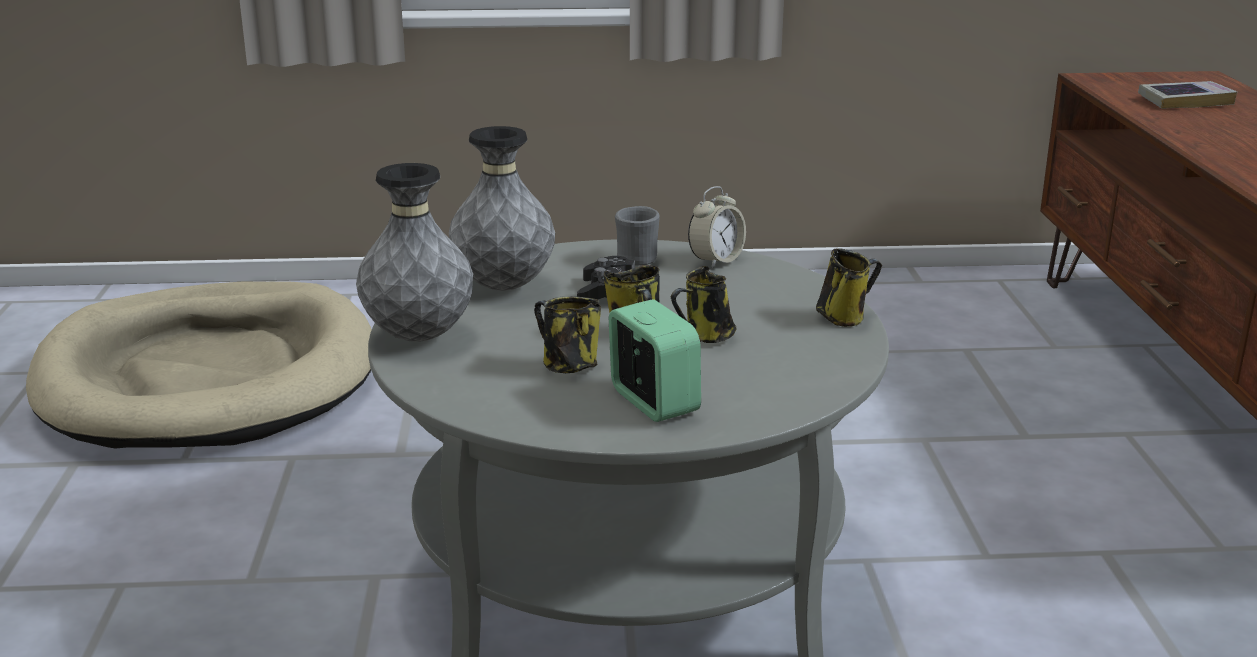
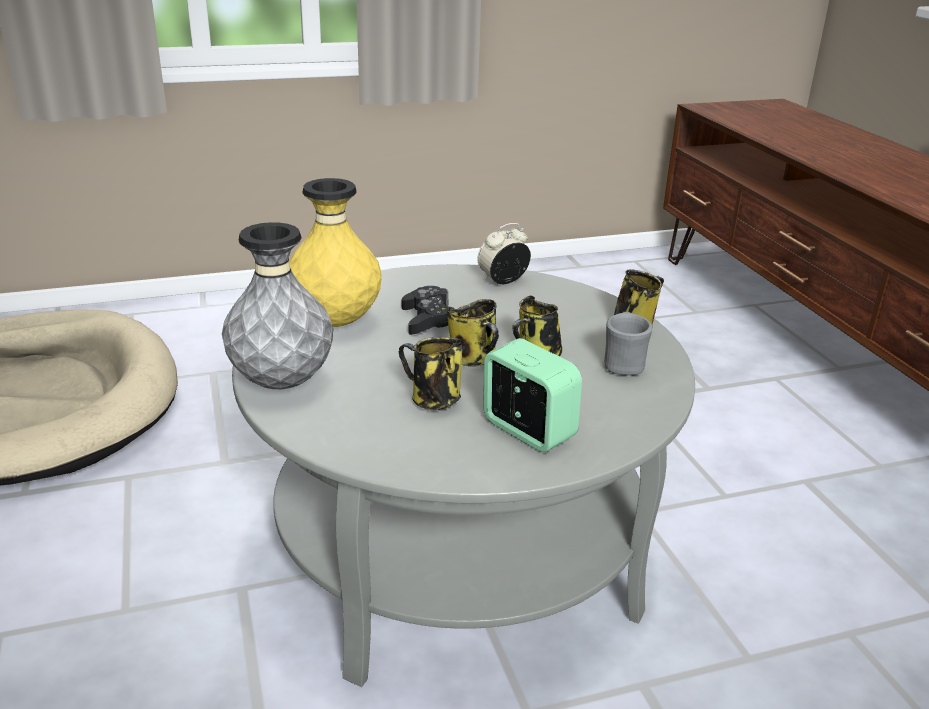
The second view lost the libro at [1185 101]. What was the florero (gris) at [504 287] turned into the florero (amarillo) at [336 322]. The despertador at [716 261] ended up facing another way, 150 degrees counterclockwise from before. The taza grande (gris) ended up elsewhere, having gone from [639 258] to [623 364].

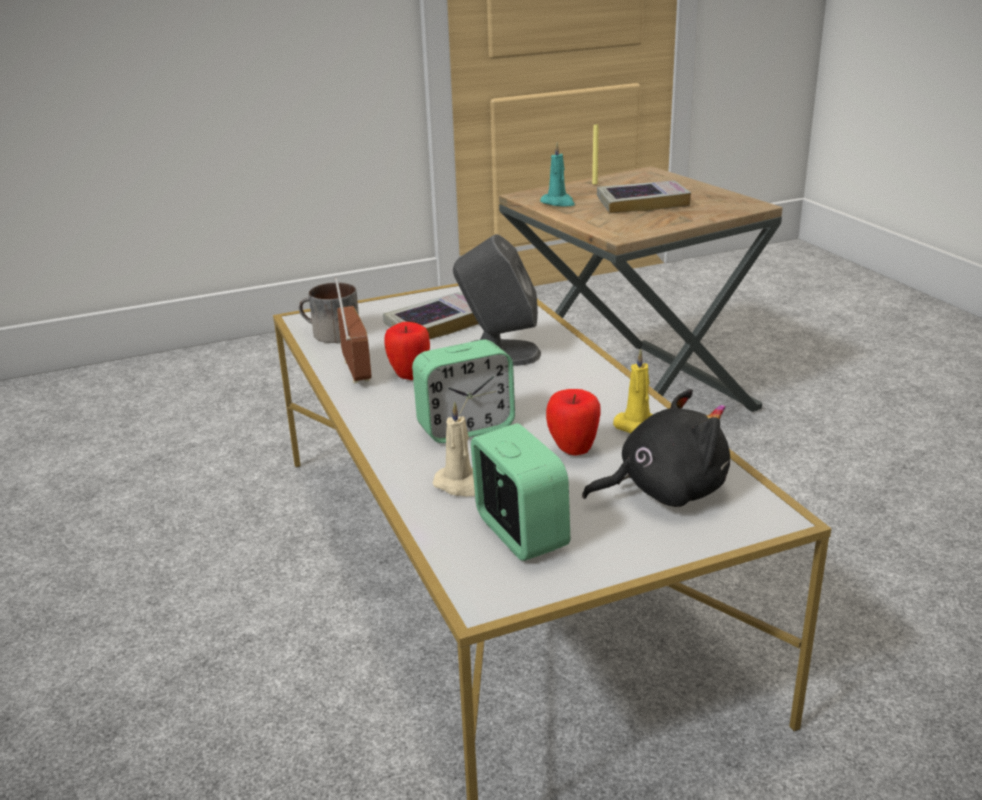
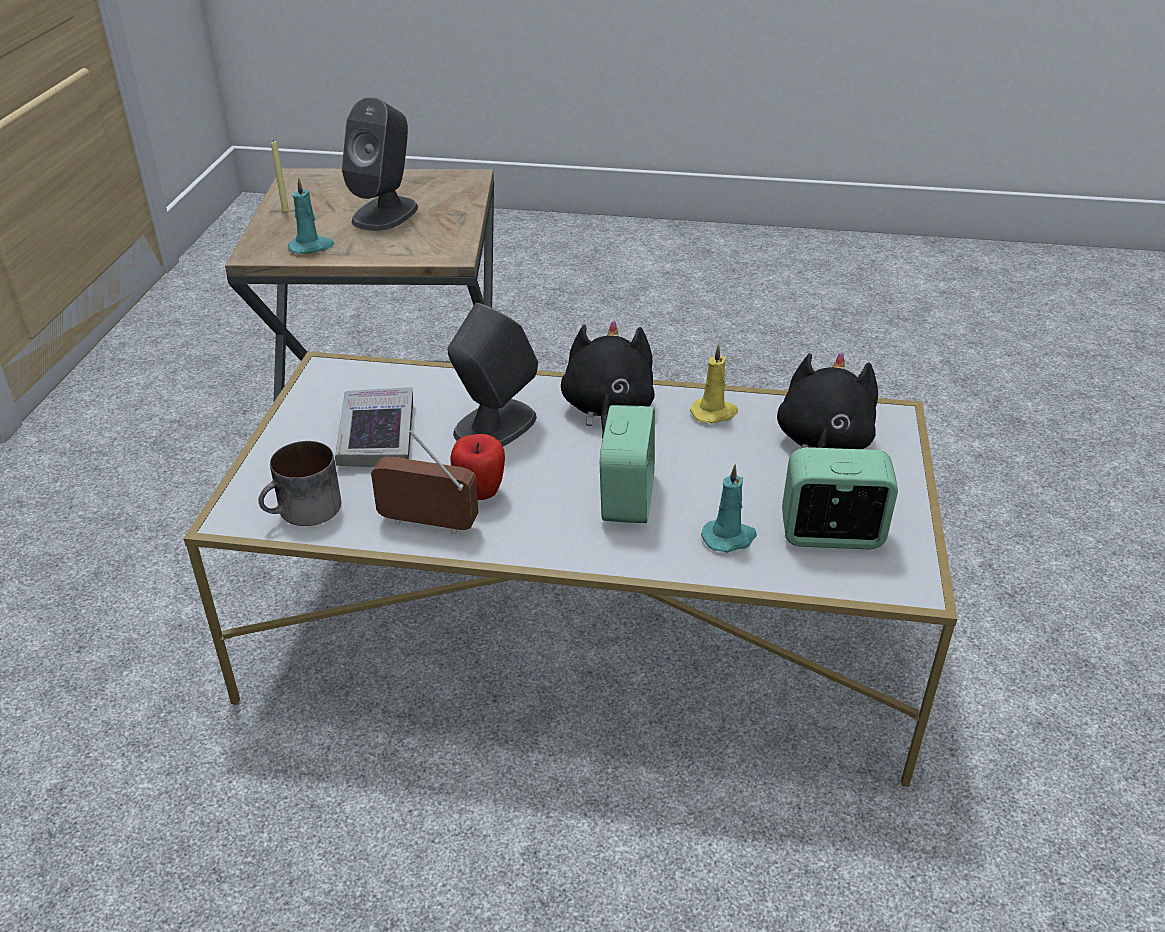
Where the libro stood at [642 203], the altavoz (gris) came to stand at [385 213]. The second view lost the manzana at [573 451]. What was the vela (beis) at [461 485] turned into the vela (turquesa) at [729 538]. The second view gained the peluche (negro) at [607 409].

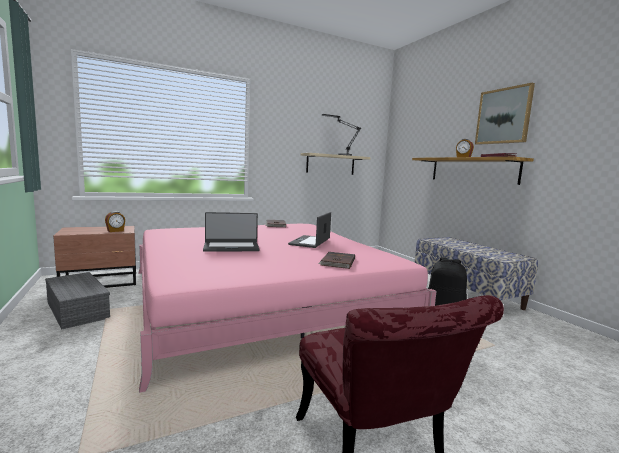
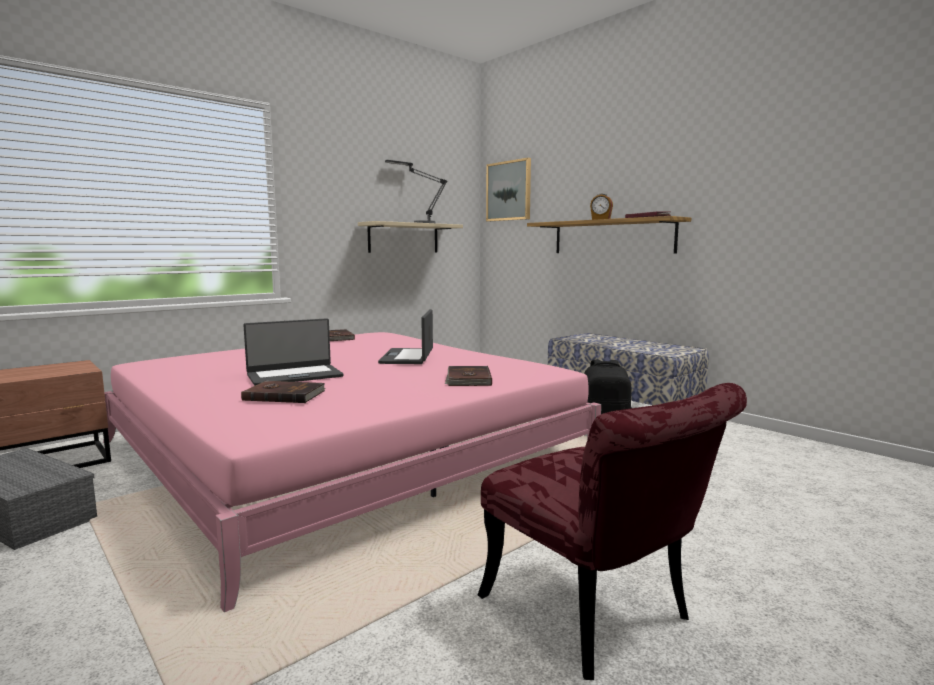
The cuadro ended up elsewhere, having gone from [503 116] to [509 191]. The second view lost the despertador at [115 231]. The second view gained the libro (marrón) at [284 395].

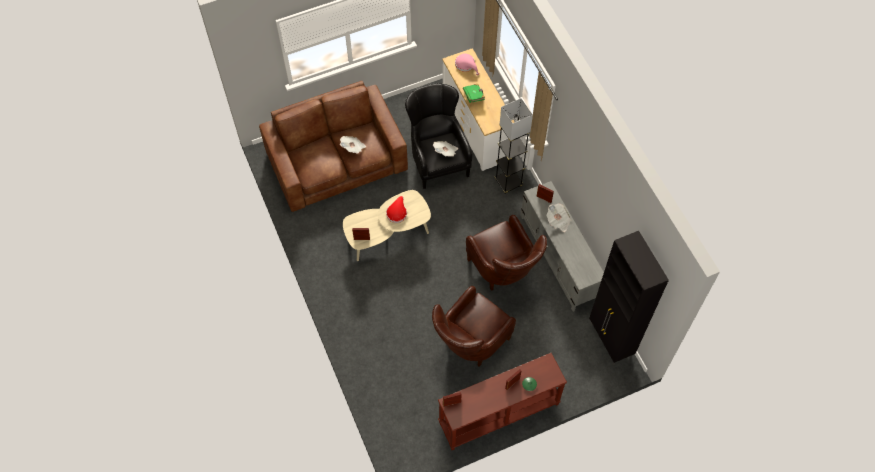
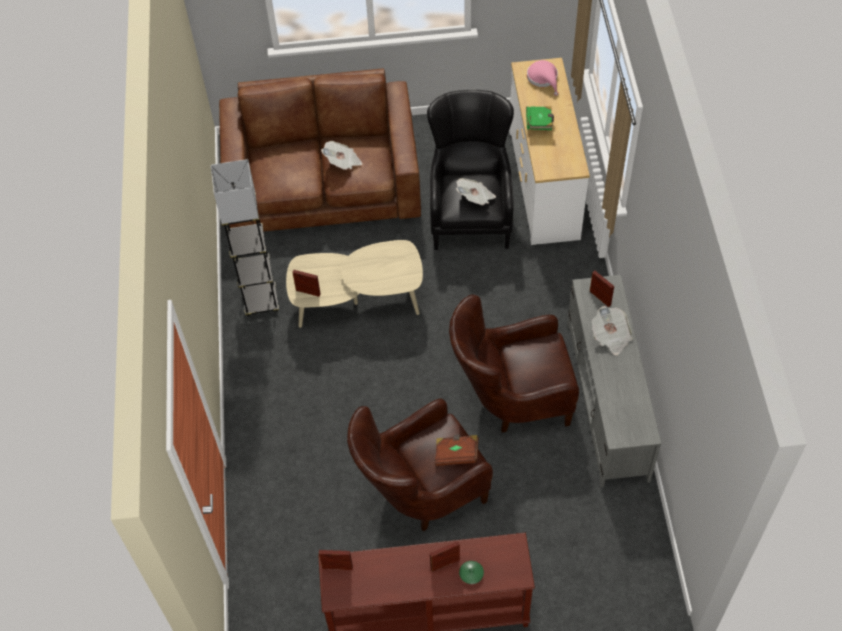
The lámpara de pie (gris) ended up elsewhere, having gone from [508 182] to [261 301]. The second view lost the sombrero (rojo) at [397 212]. The sillón (marrón) at [503 272] ended up facing another way, 90 degrees clockwise from before. The second view lost the armario (negro) at [610 341]. The second view gained the libro (marrón) at [456 454].

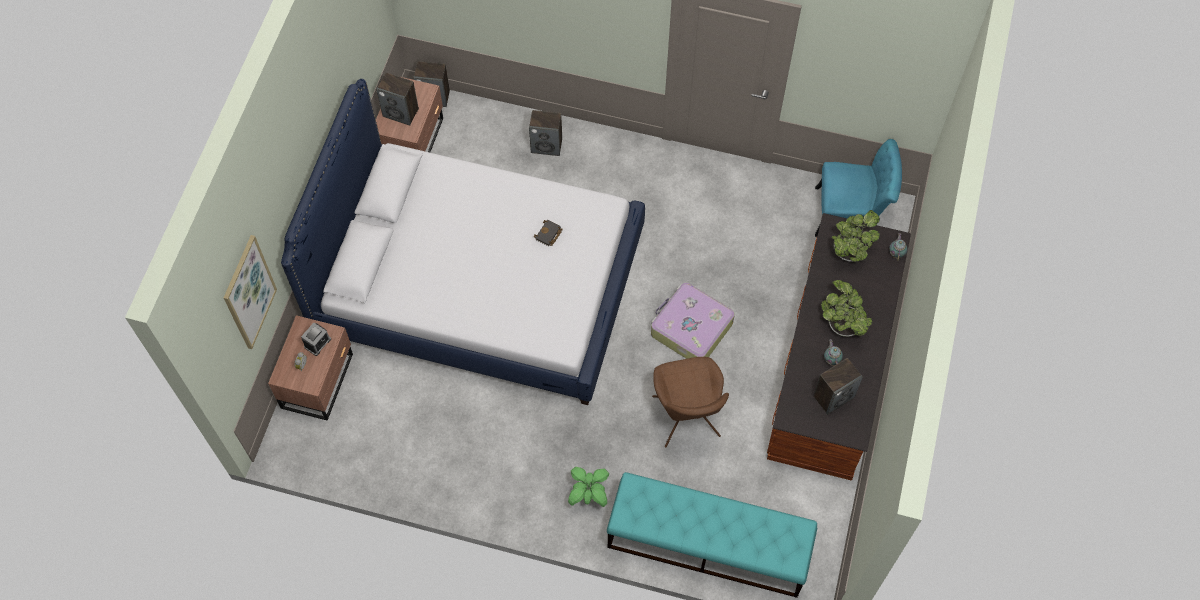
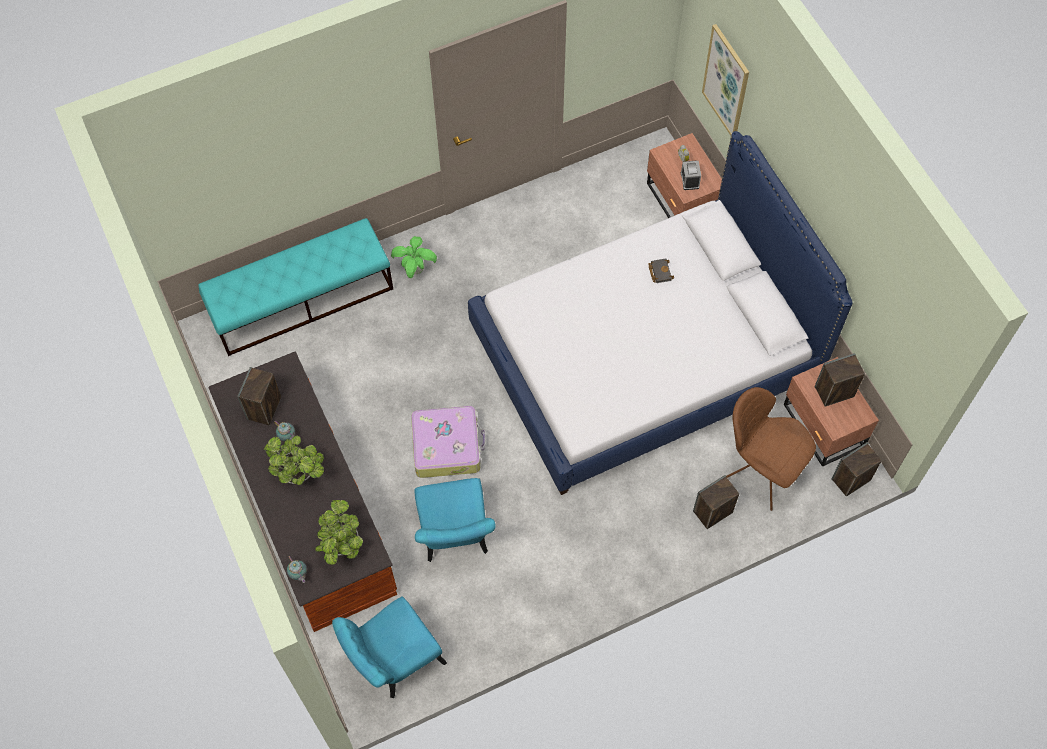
The libro (negro) ended up elsewhere, having gone from [548 235] to [659 271]. The silla (marrón) ended up elsewhere, having gone from [686 419] to [760 471]. The second view gained the silla (turquesa) at [455 537].

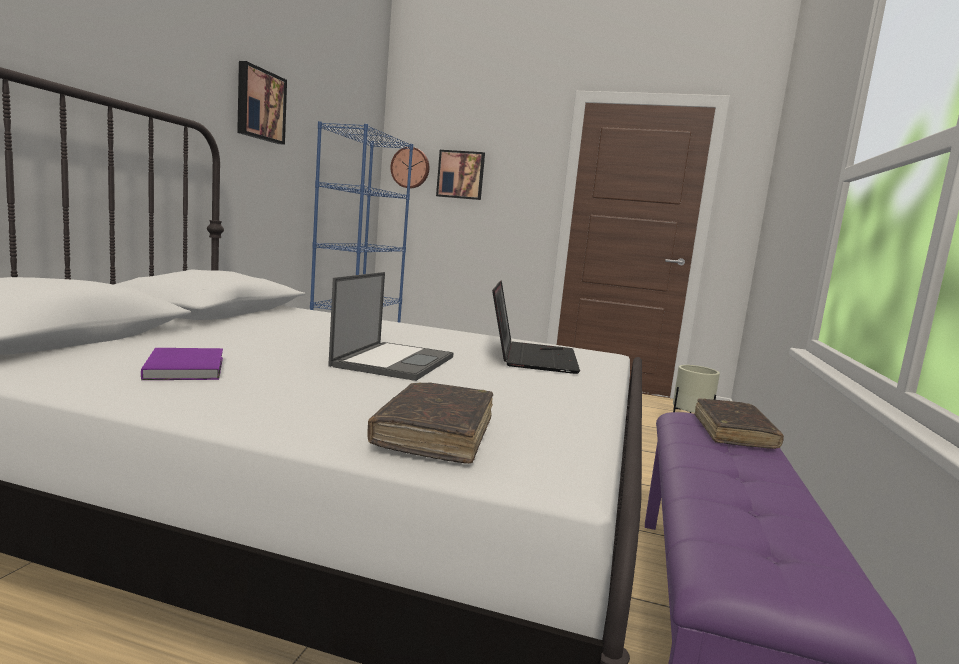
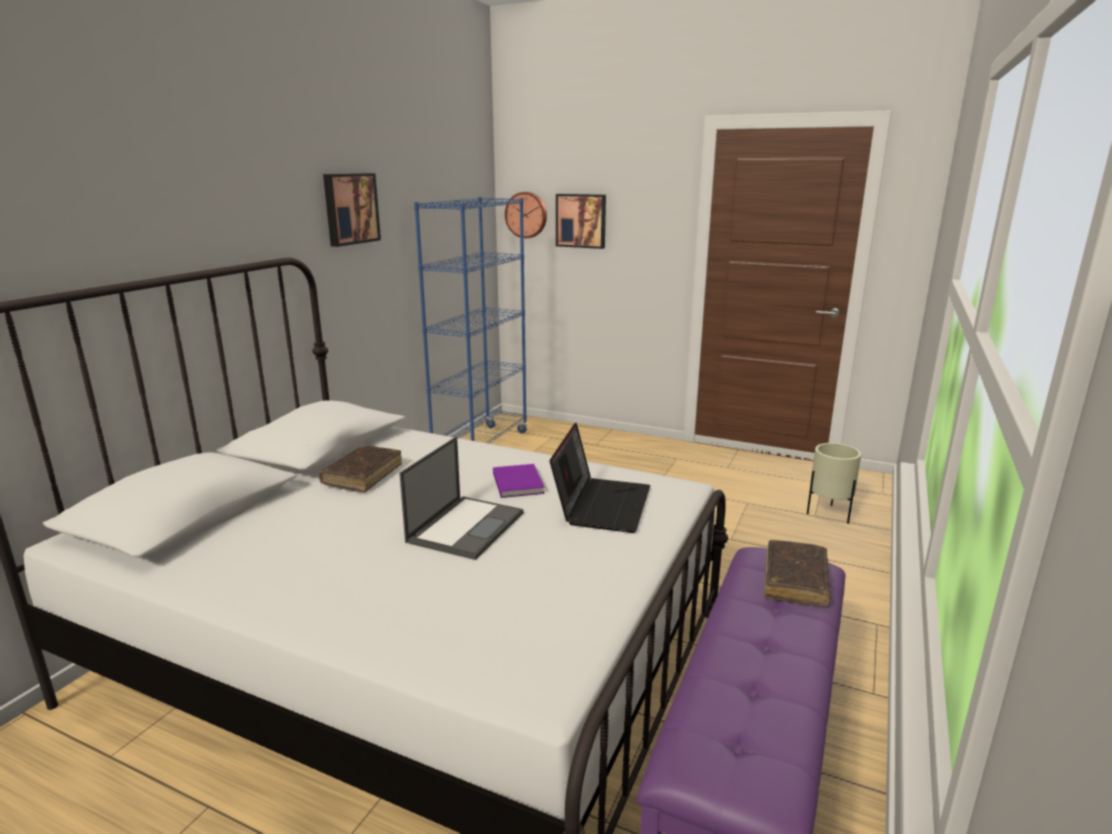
The libro (morado) ended up elsewhere, having gone from [187 367] to [518 482]. The libro (marrón) ended up elsewhere, having gone from [435 434] to [363 476].

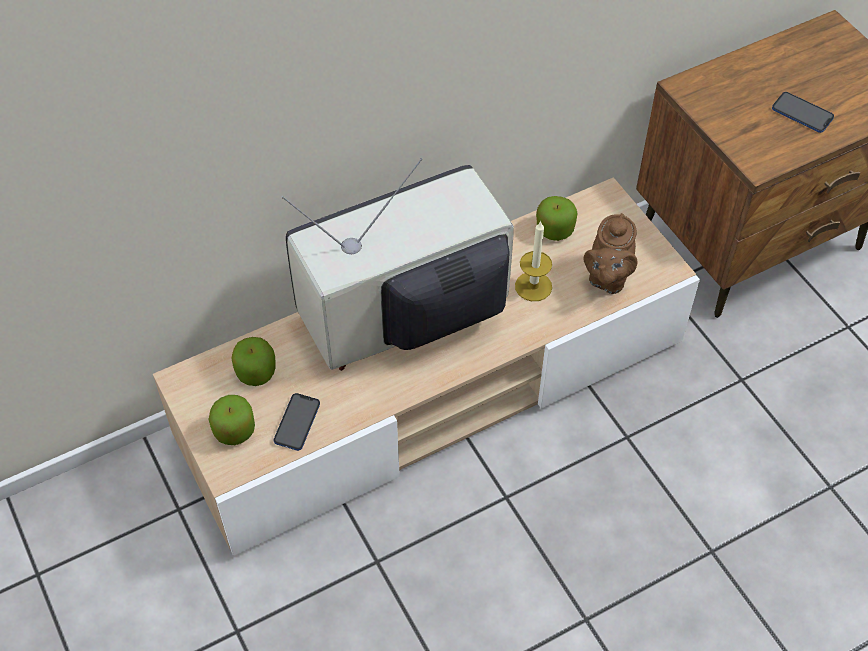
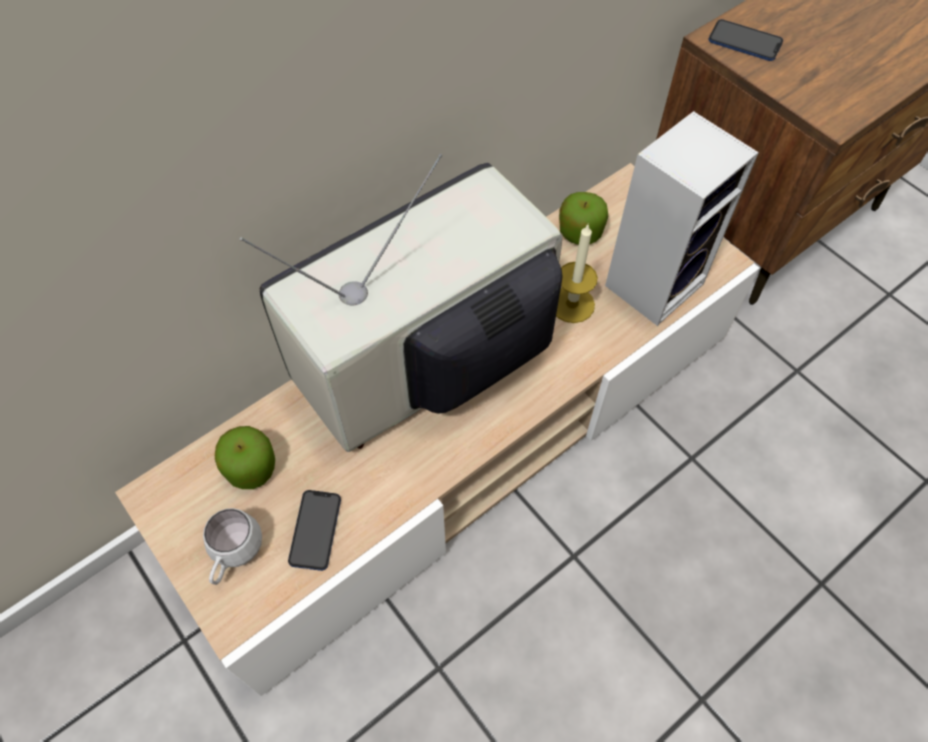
The móvil ended up elsewhere, having gone from [802 113] to [744 42]. Where the tetera (marrón) stood at [607 278], the altavoz came to stand at [655 281]. Where the manzana stood at [234 430], the taza grande (blanco) came to stand at [234 555].

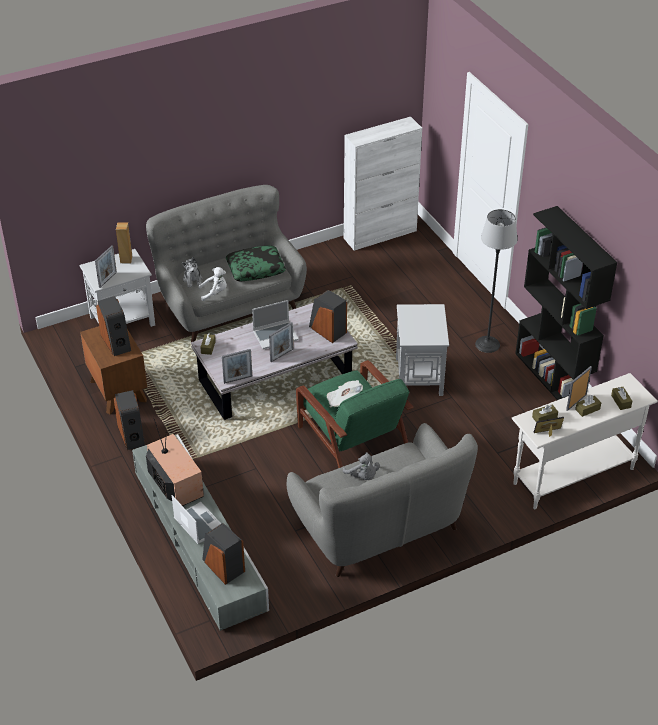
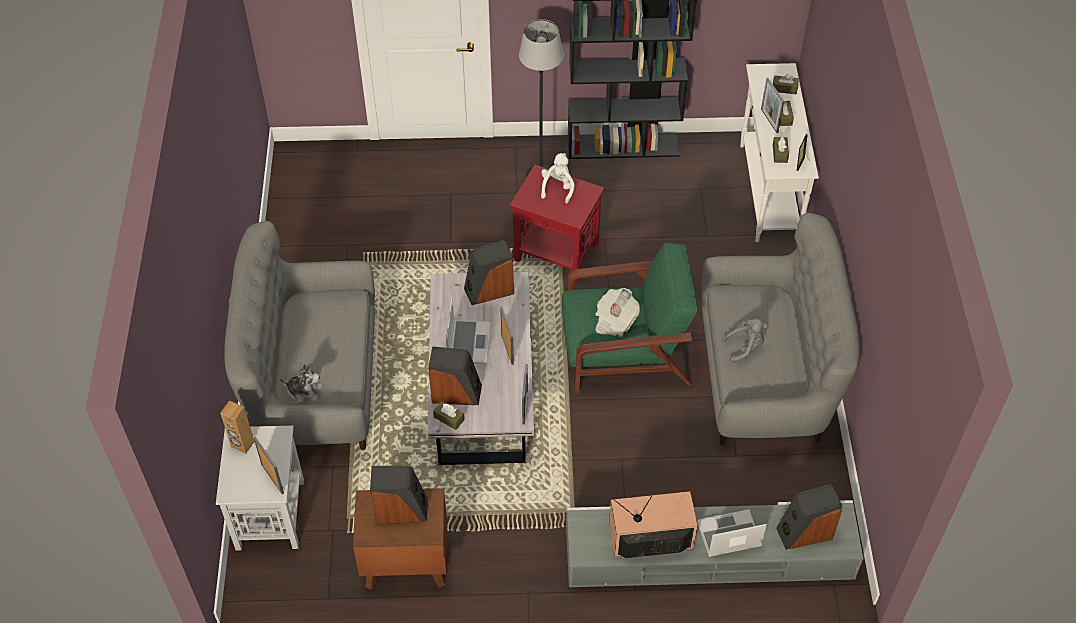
The second view lost the armario (blanco) at [380 234]. The second view lost the cojín at [255 268]. The peluche (blanco) ended up elsewhere, having gone from [215 292] to [558 188]. What was the mesa auxiliar (blanco) at [419 377] turned into the mesa auxiliar (rojo) at [557 253]. The altavoz ended up elsewhere, having gone from [132 435] to [456 392].

